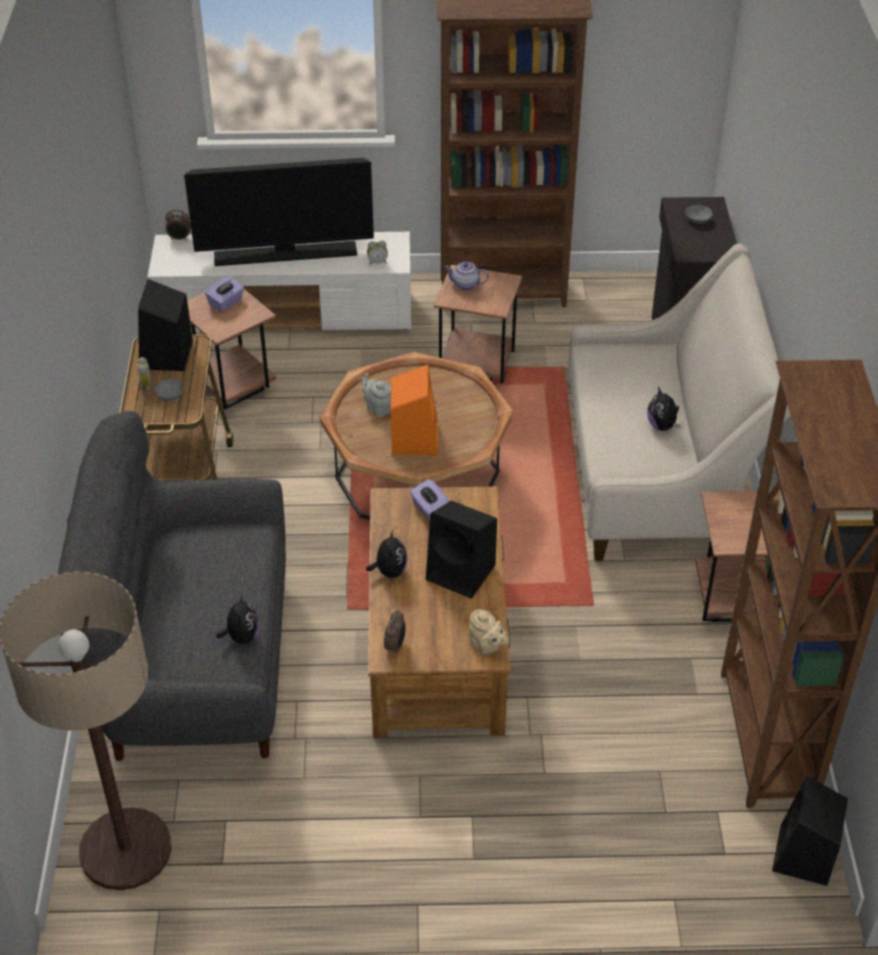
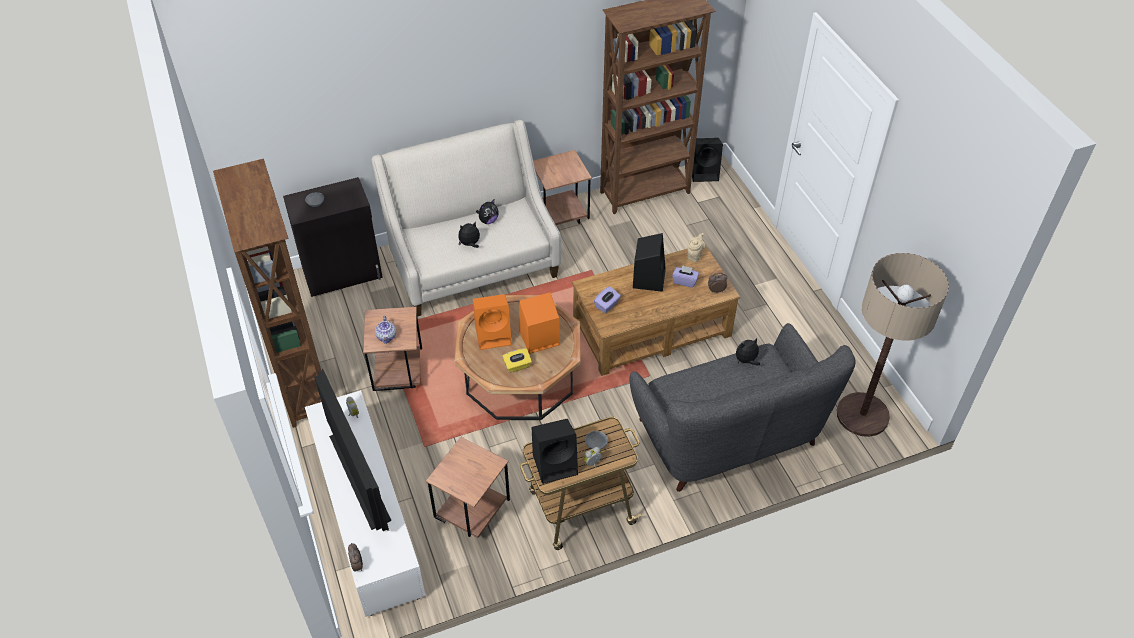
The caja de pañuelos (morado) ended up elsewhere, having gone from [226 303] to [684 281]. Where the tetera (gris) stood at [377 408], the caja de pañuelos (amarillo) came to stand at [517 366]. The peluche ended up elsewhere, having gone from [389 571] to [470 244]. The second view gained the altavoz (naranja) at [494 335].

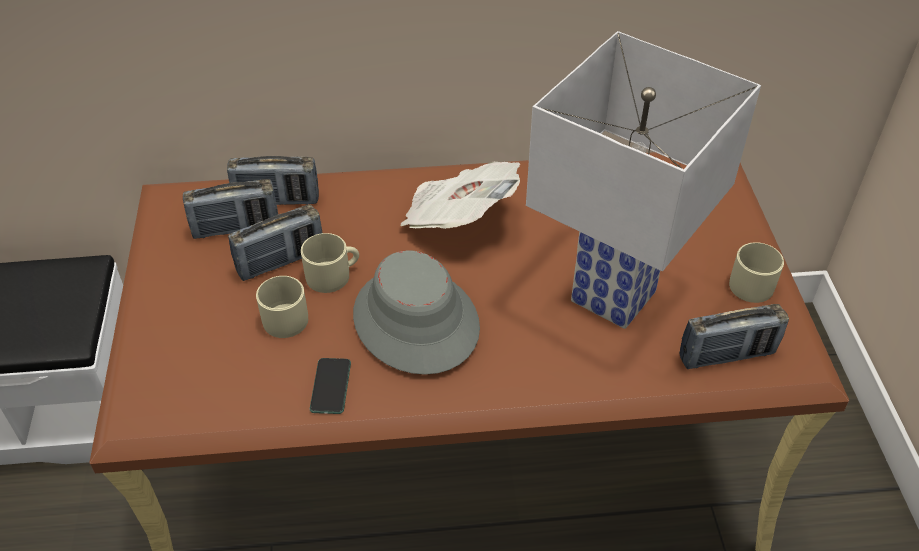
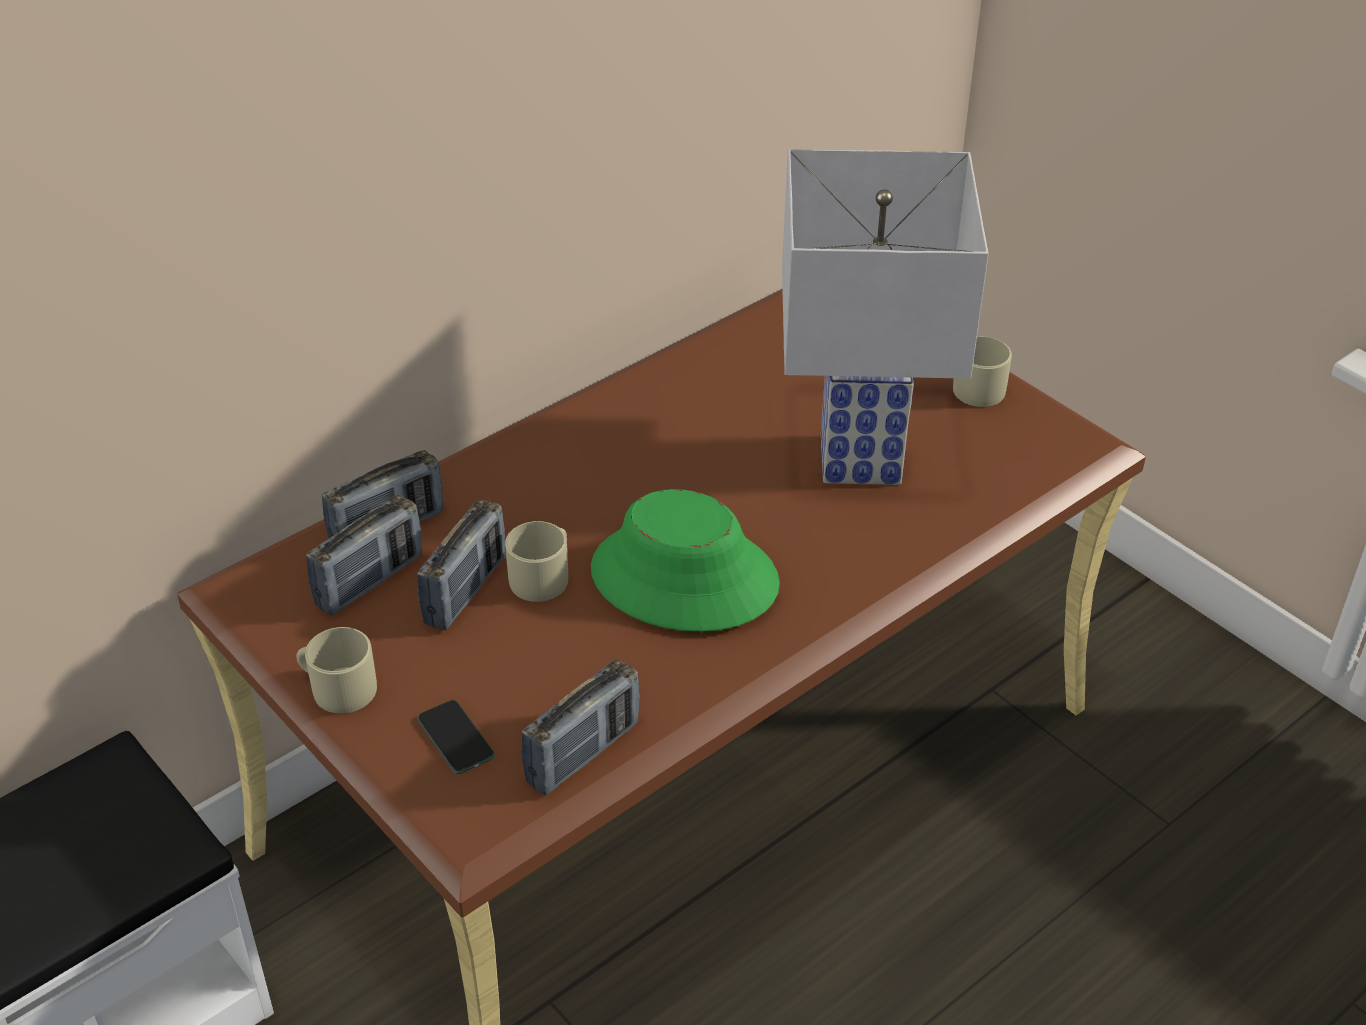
The second view lost the periódico at [458 218]. What was the sombrero (gris) at [415 321] turned into the sombrero (verde) at [683 578]. The taza grande (beis) ended up elsewhere, having gone from [282 316] to [337 687]. The radio ended up elsewhere, having gone from [727 355] to [583 753]. The móvil ended up elsewhere, having gone from [330 386] to [455 738].

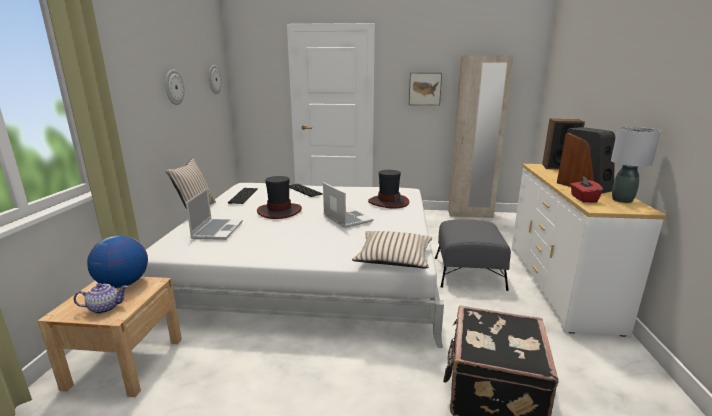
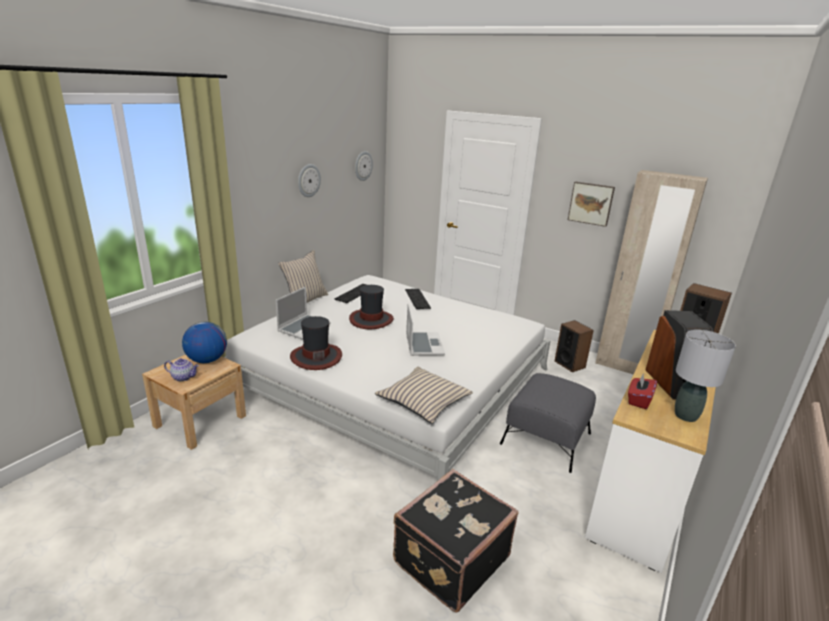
The sombrero ended up elsewhere, having gone from [388 202] to [316 357]. The second view gained the altavoz at [569 364].

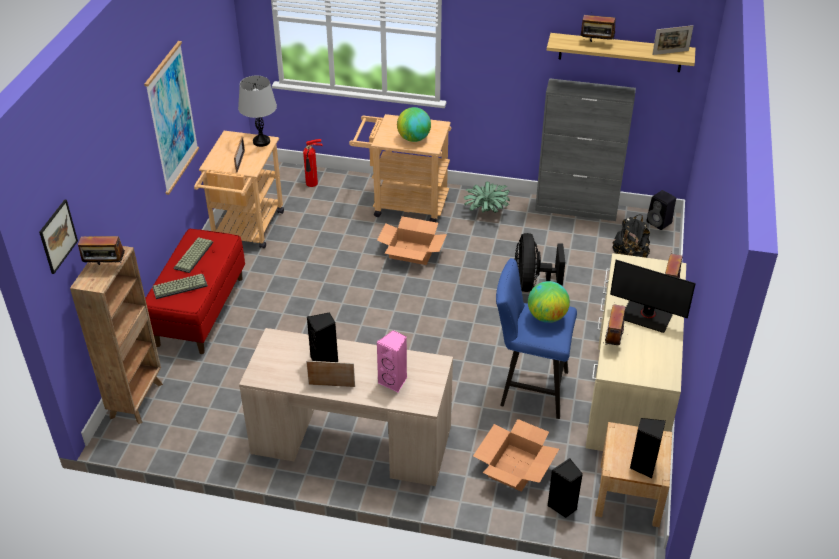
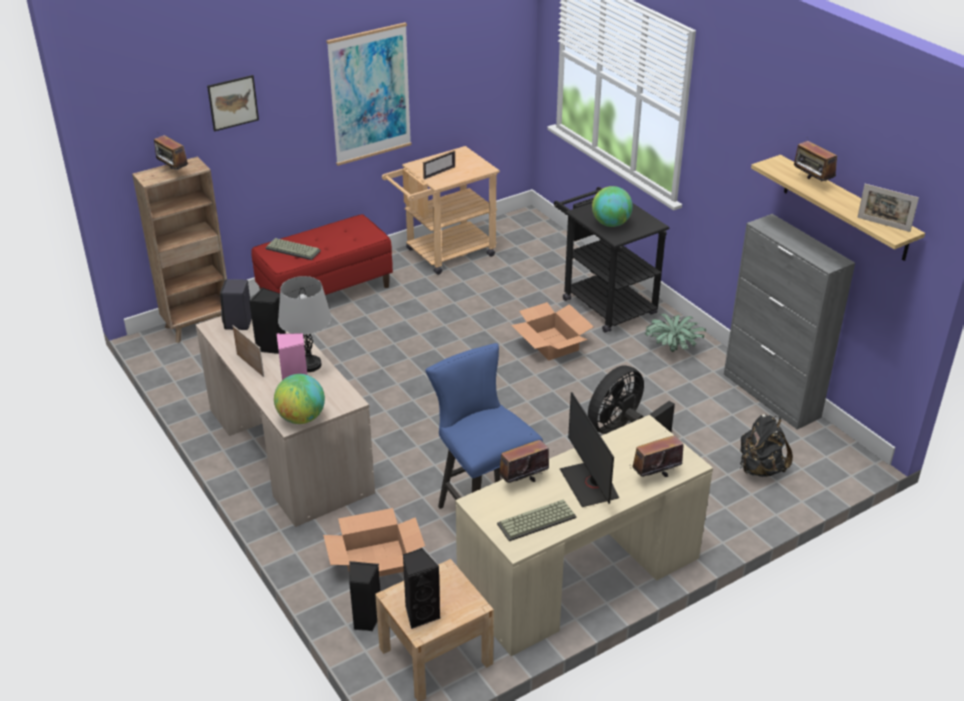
The lámpara de mesa (gris) ended up elsewhere, having gone from [261 142] to [309 365]. What was the carrito (beis) at [403 204] turned into the carrito (negro) at [603 302]. The second view lost the extintor at [312 184]. The altavoz (negro) ended up elsewhere, having gone from [659 223] to [238 323]. The cuadro ended up elsewhere, having gone from [58 236] to [233 102]. The teclado ended up elsewhere, having gone from [194 256] to [536 522]. The globo terráqueo ended up elsewhere, having gone from [547 317] to [301 418].

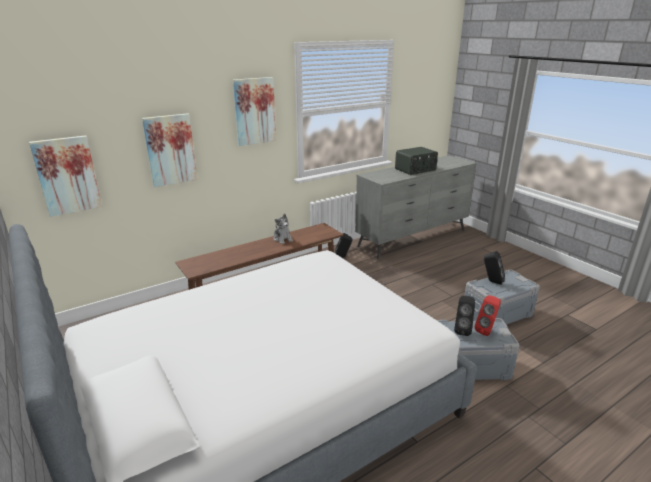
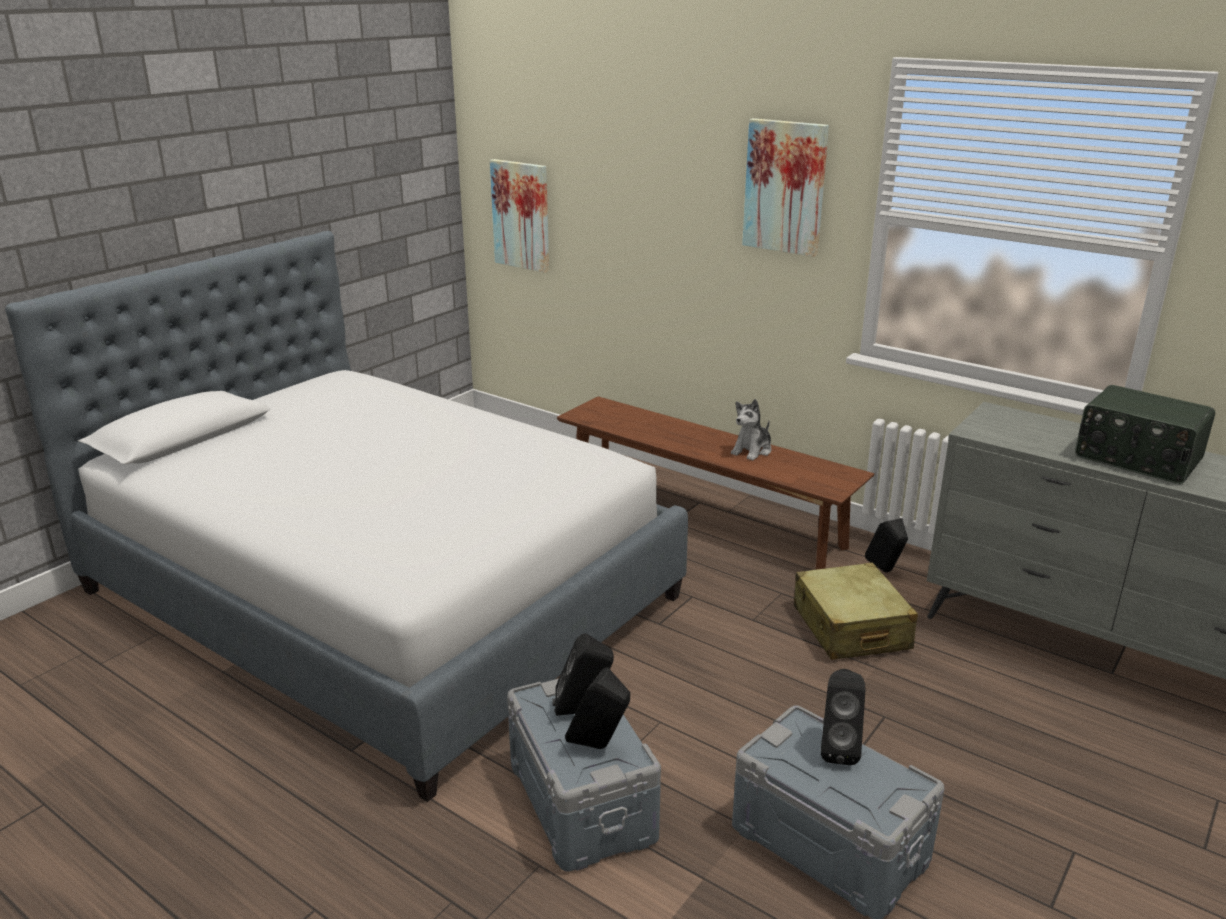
The second view lost the cuadro at [170 150]. What was the altavoz (rojo) at [486 330] turned into the altavoz (negro) at [599 747]. The second view gained the maleta (beis) at [850 628].

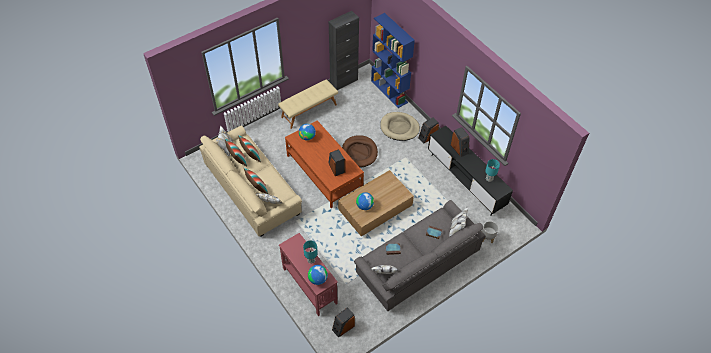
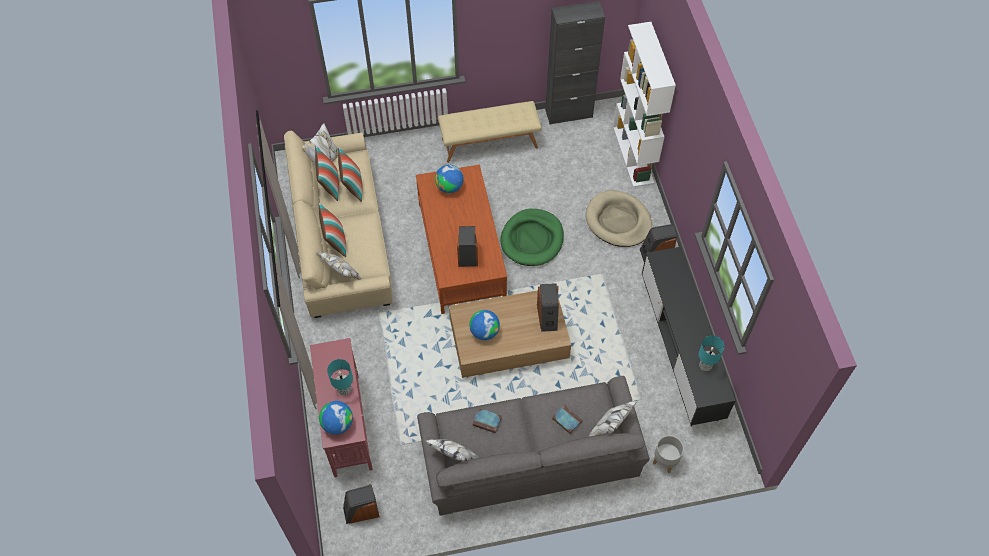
What was the estantería (azul) at [389 92] turned into the estantería (blanco) at [633 155]. The altavoz ended up elsewhere, having gone from [459 149] to [548 317]. What was the cama para perro (marrón) at [359 152] turned into the cama para perro (verde) at [532 239].

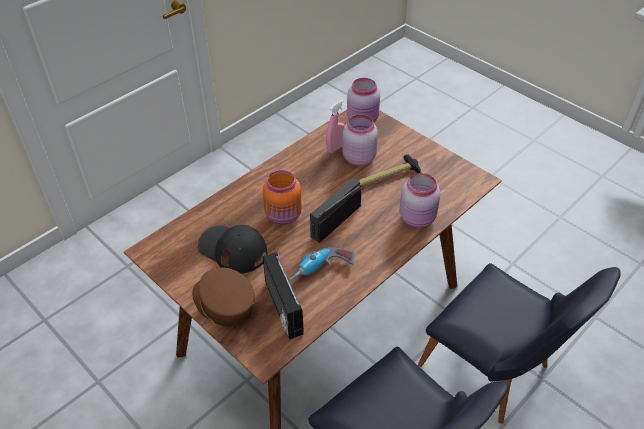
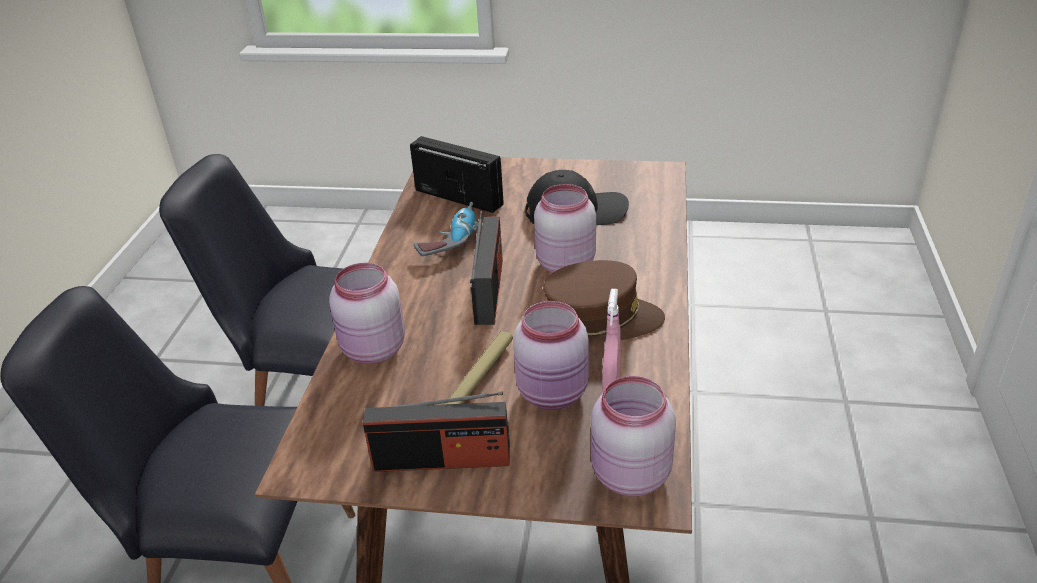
What was the tarro (naranja) at [284 216] turned into the tarro (rosa) at [563 264]. The gorra (marrón) ended up elsewhere, having gone from [223 304] to [602 317]. The second view gained the radio at [442 459].

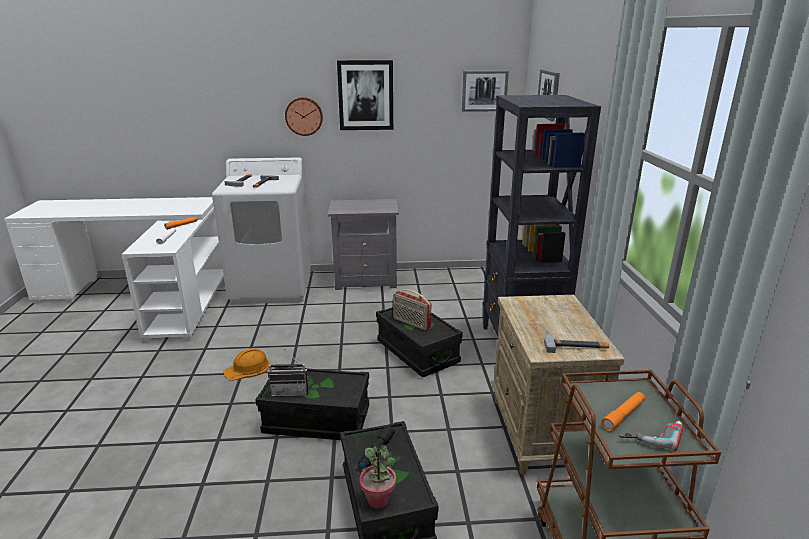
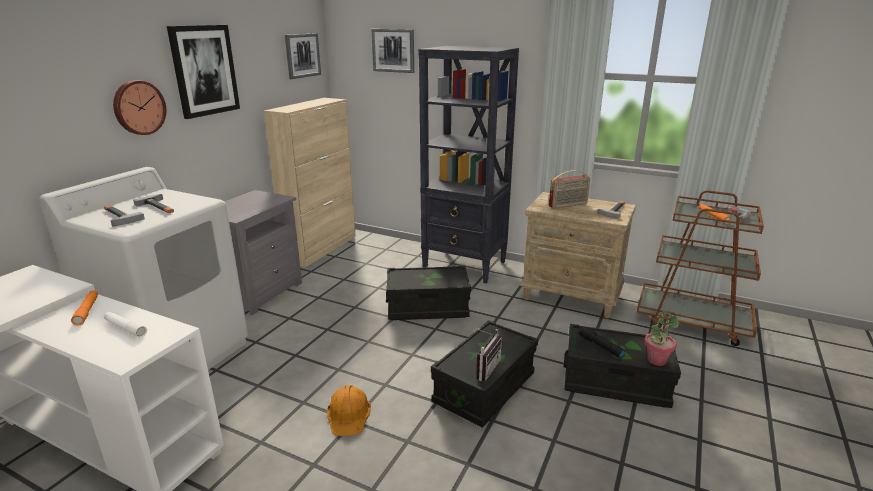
The radio ended up elsewhere, having gone from [411 323] to [568 205]. The second view gained the armario (beis) at [321 248].

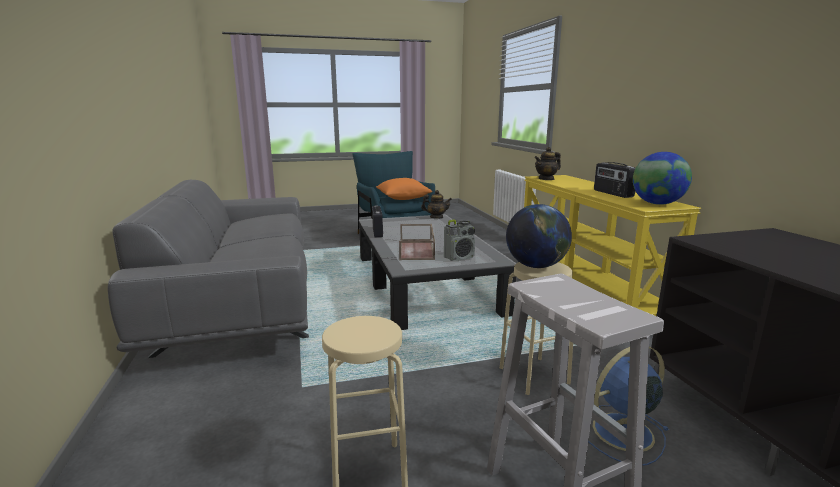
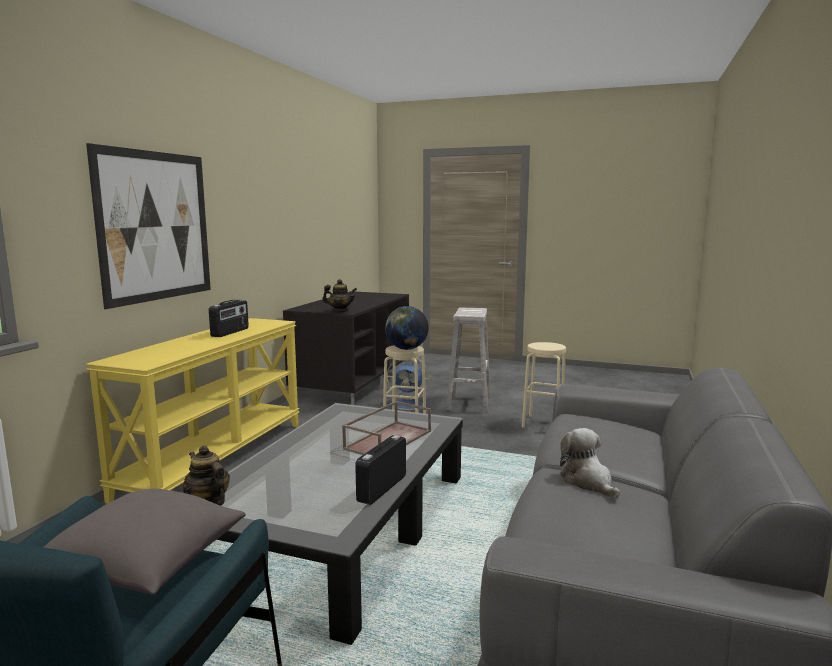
The tetera ended up elsewhere, having gone from [546 179] to [340 311]. The second view lost the globo terráqueo at [657 204]. What was the cojín (naranja) at [403 198] turned into the cojín (gris) at [145 566]. The second view lost the radio at [459 257]. The second view gained the cuadro at [156 226]. The second view gained the peluche at [588 482].

